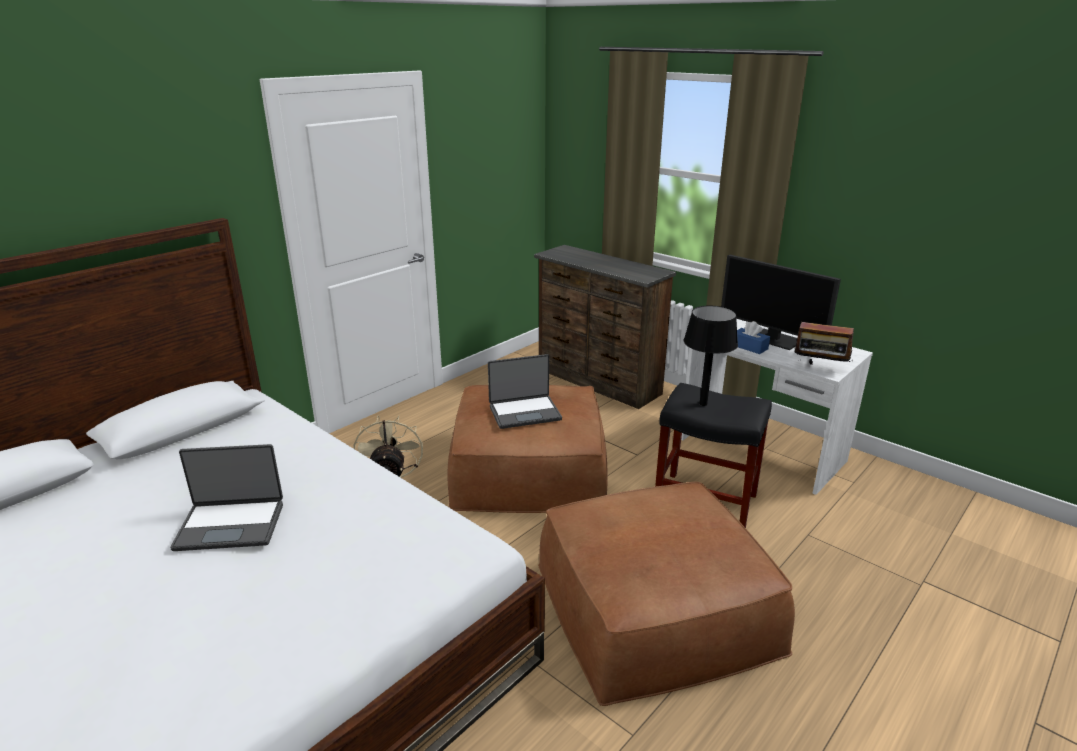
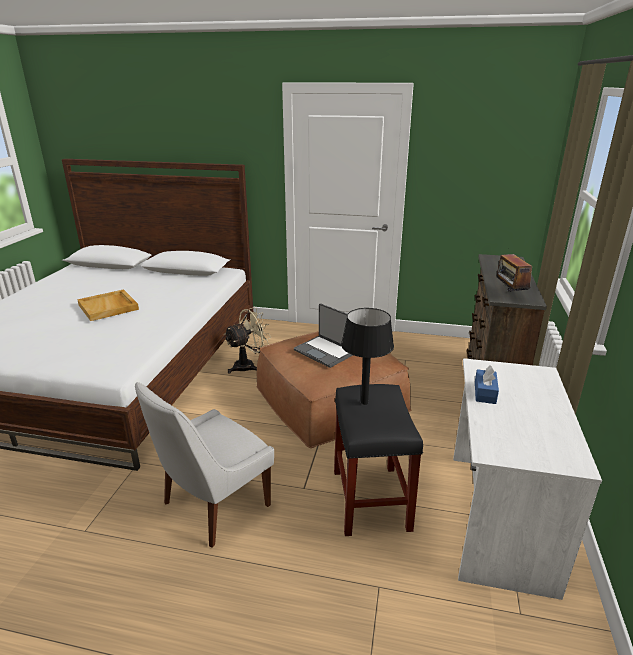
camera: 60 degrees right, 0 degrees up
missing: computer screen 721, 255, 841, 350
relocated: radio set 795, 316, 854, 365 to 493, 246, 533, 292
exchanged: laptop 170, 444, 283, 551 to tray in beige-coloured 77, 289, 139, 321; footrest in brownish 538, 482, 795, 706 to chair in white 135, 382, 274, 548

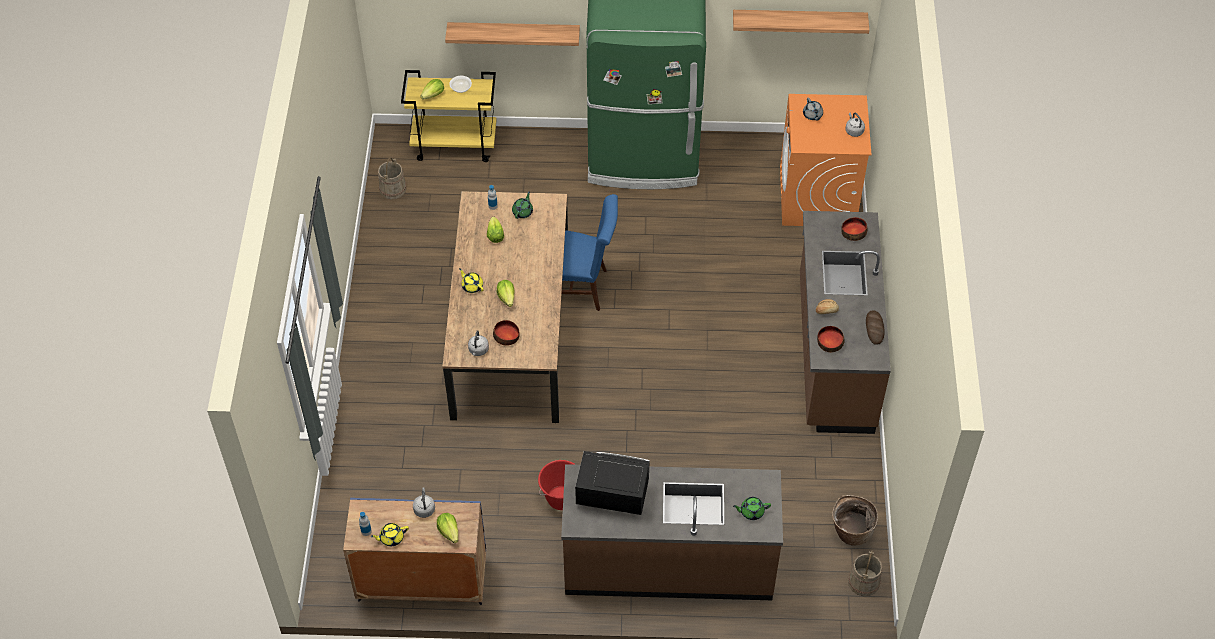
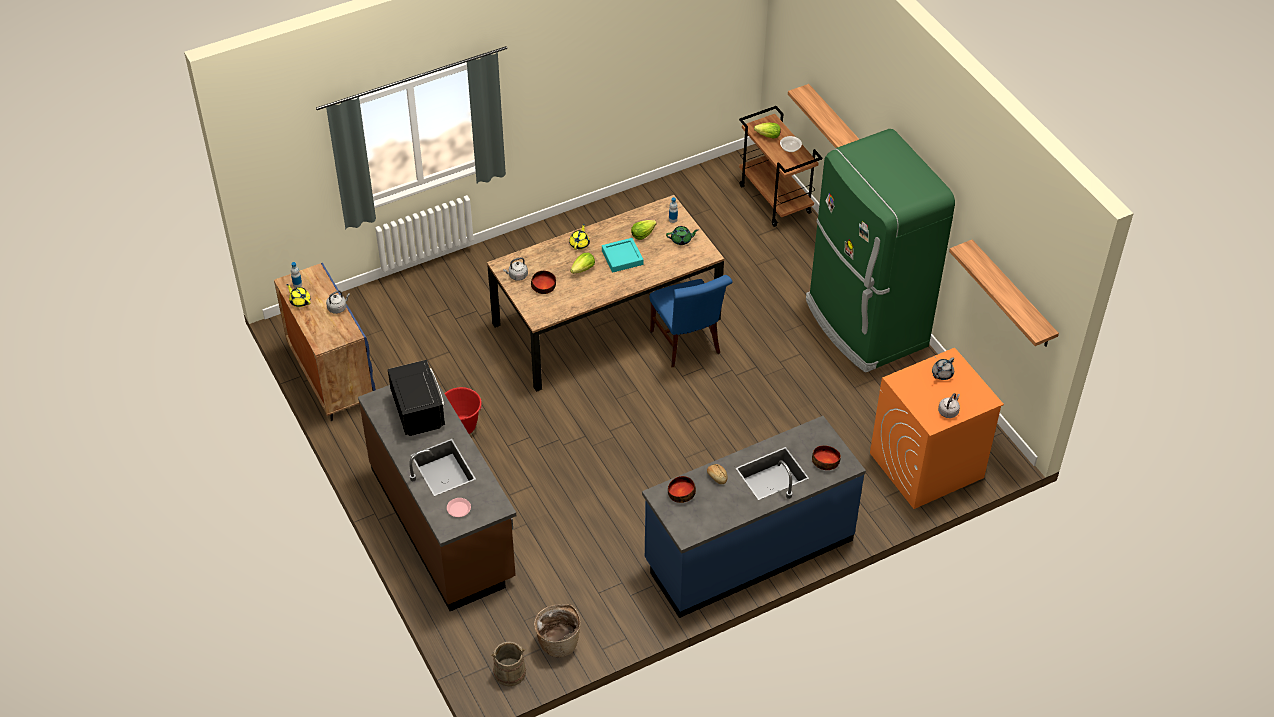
camera: 60 degrees right, 5 degrees down
missing: pail in beige-coloured 378, 157, 406, 199; head of lettuce 437, 513, 458, 543; baked bread 866, 310, 885, 345
appeared: tray in turquoise-coloured 602, 238, 643, 272
exchanged: teapot in greenish 733, 497, 771, 520 to dinner plate in pink-coloured 447, 498, 471, 517
colour: kitchen base unit in brownish 800, 211, 891, 434 to kitchen base unit in blue 642, 416, 866, 618; wheeled cart in yellow-coloured 401, 70, 497, 162 to wheeled cart in brownish 739, 106, 822, 227

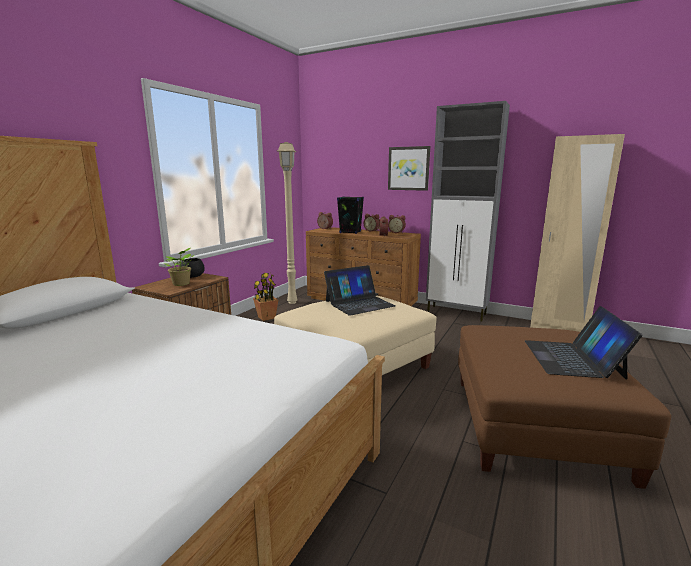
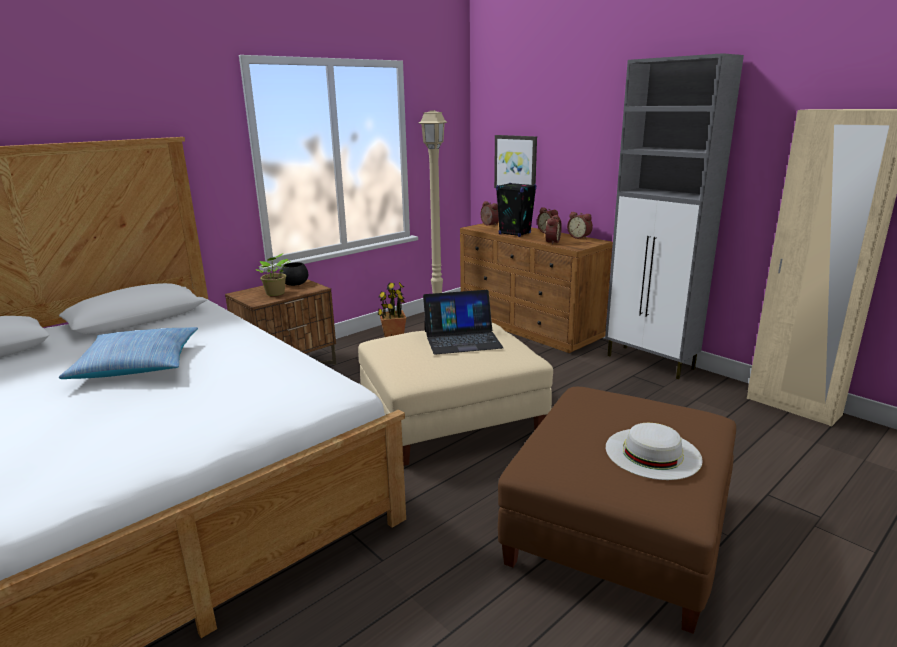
camera: 20 degrees right, 5 degrees up
appeared: cushion 59, 327, 198, 379
relocated: wall picture 388, 146, 430, 191 to 494, 135, 537, 188
exchanged: laptop 525, 306, 643, 380 to clothing hat in white 606, 423, 703, 480

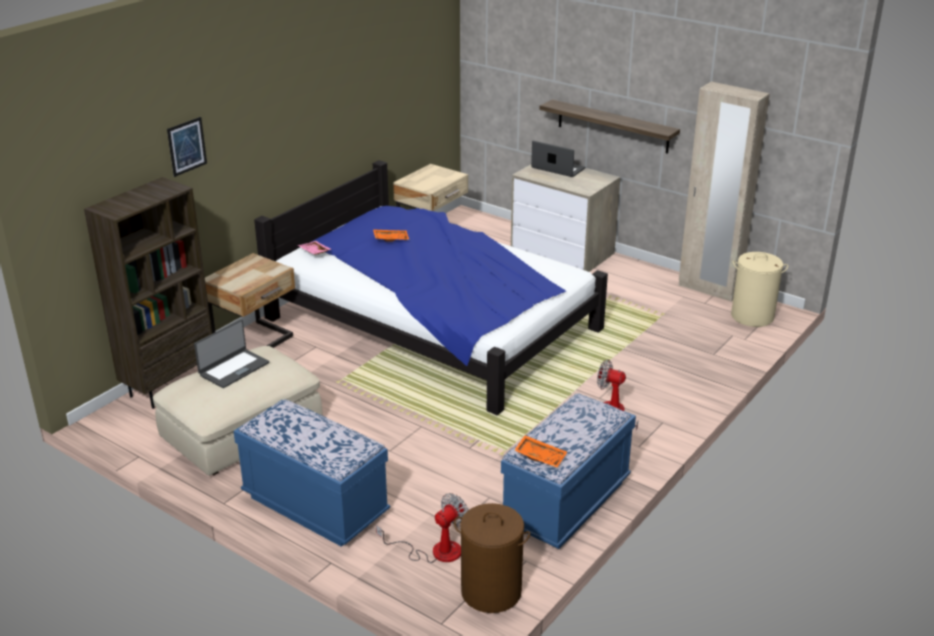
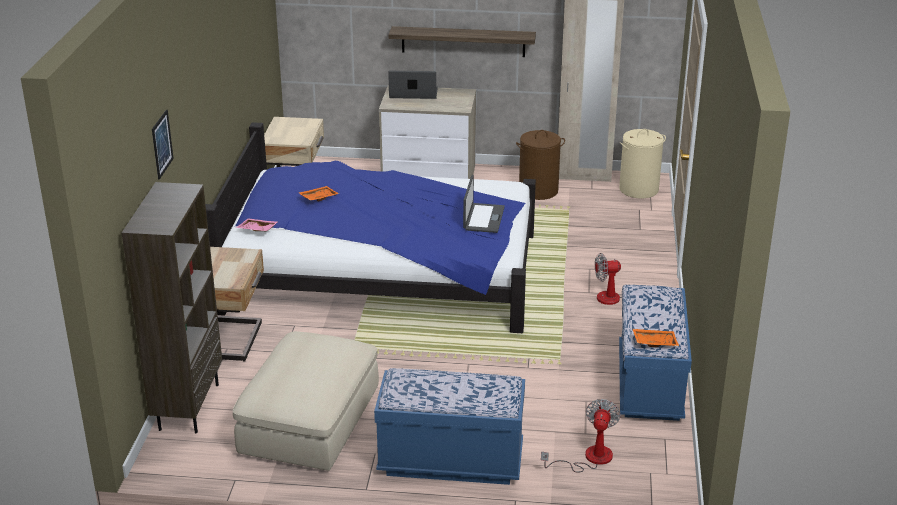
camera: 30 degrees left, 0 degrees up
relocated: laptop 194, 319, 269, 388 to 463, 175, 505, 233; hamper in brownish 454, 503, 530, 613 to 516, 130, 565, 200

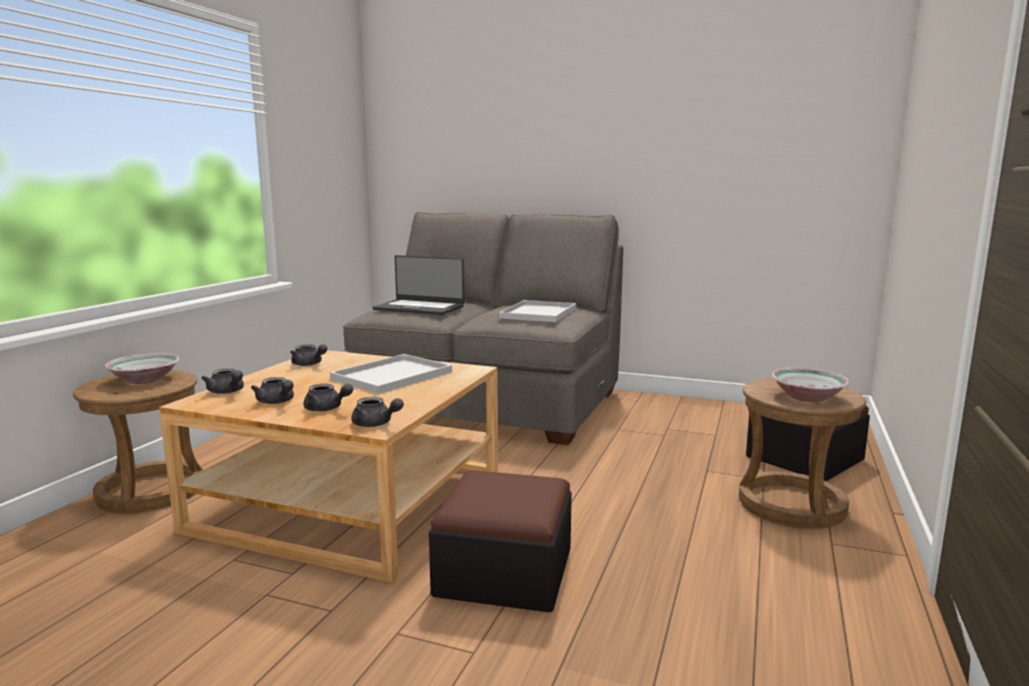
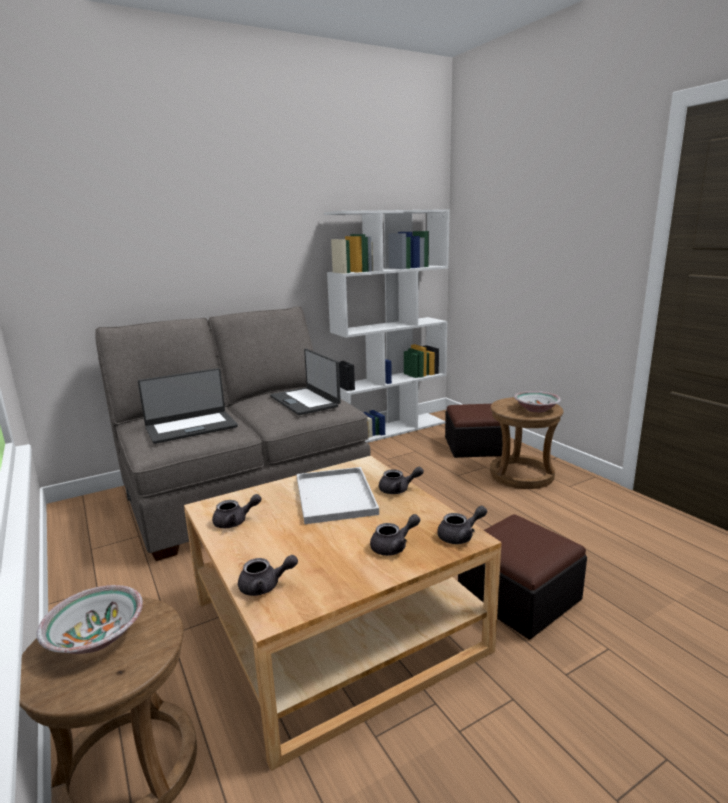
camera: 50 degrees left, 5 degrees up
appeared: bookshelf in white 324, 209, 450, 443
relocated: teapot in greyish 251, 377, 294, 404 to 379, 467, 424, 494
exchanged: tray in white 499, 300, 576, 322 to laptop 270, 349, 341, 415

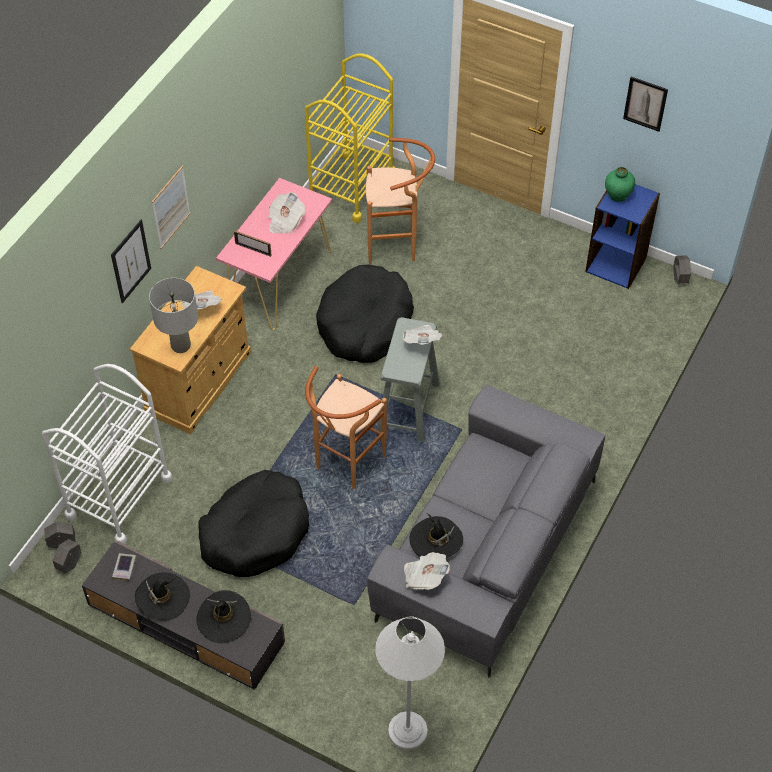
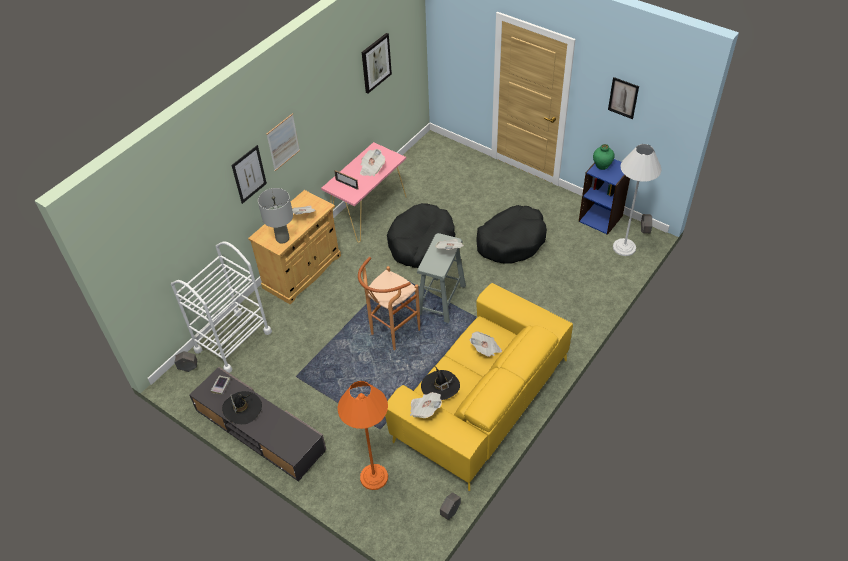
camera: 10 degrees right, 5 degrees down
missing: clothing hat in black 196, 590, 251, 643; wheeled cart in yellow-coloured 305, 53, 395, 223; stool seat in brownish 366, 138, 435, 265
appeared: floor lamp in orange-coloured 338, 381, 388, 490; wall picture 362, 33, 392, 94; printed paper 469, 331, 502, 357
relocated: flower pot in greyish 52, 539, 82, 574 to 440, 492, 461, 520; dog cushion in black 198, 470, 309, 577 to 476, 205, 547, 264; floor lamp in white 375, 616, 445, 749 to 613, 144, 662, 256
colour: settee in greyish 367, 385, 605, 677 to settee in yellow-coloured 385, 283, 573, 491

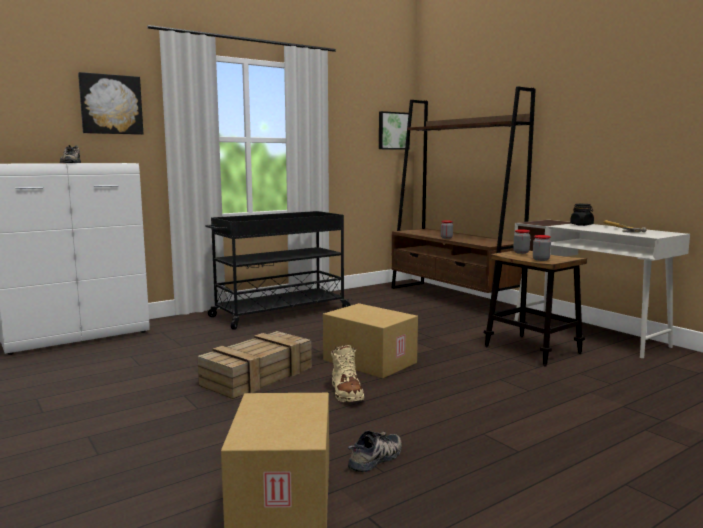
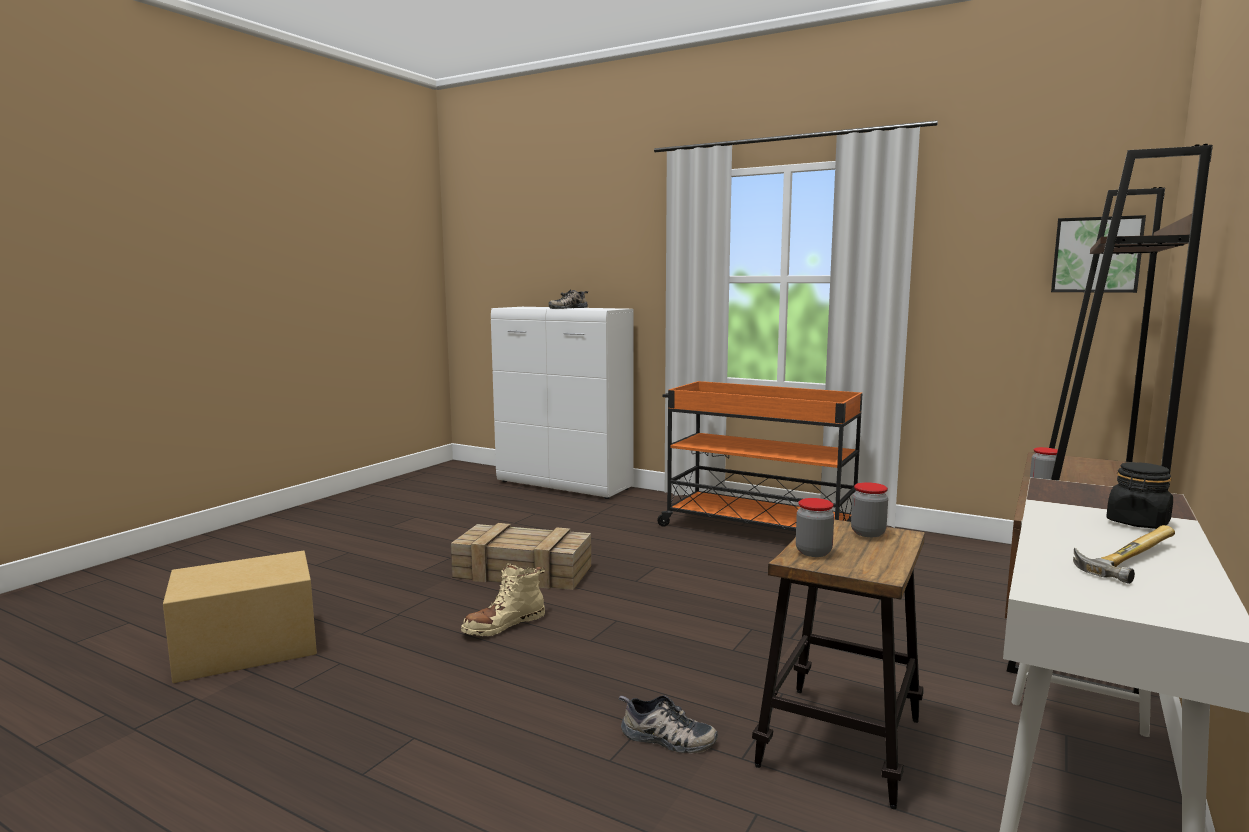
camera: 65 degrees right, 0 degrees up
missing: wall picture 78, 72, 144, 135; packing box 323, 303, 418, 378
relocated: shoe 348, 430, 402, 472 to 618, 695, 718, 753
colour: wheeled cart in black 205, 211, 352, 330 to wheeled cart in orange-coloured 657, 381, 863, 531

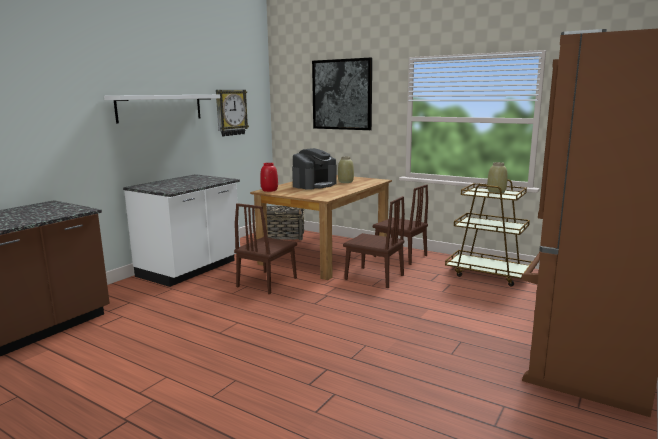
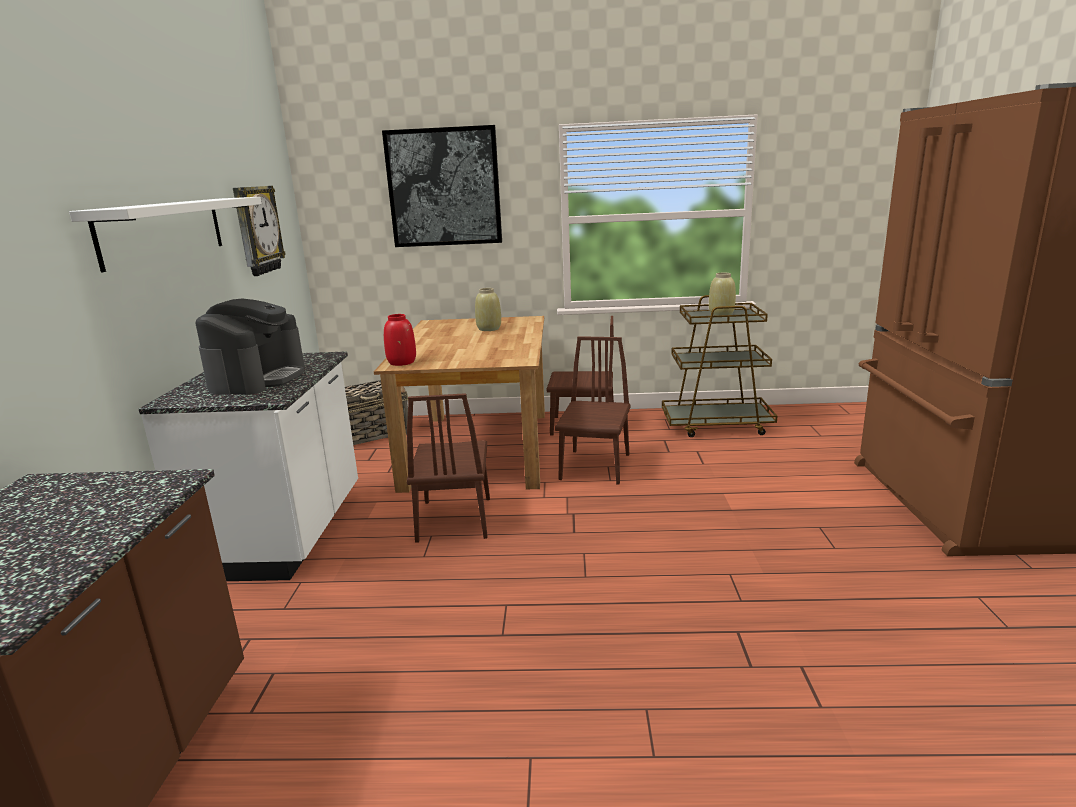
camera: 30 degrees left, 5 degrees up
relocated: coffee brewer 292, 148, 337, 190 to 196, 298, 305, 395
spun: chair in brownish 343, 196, 405, 288 = 555, 336, 630, 485 75 degrees counterclockwise

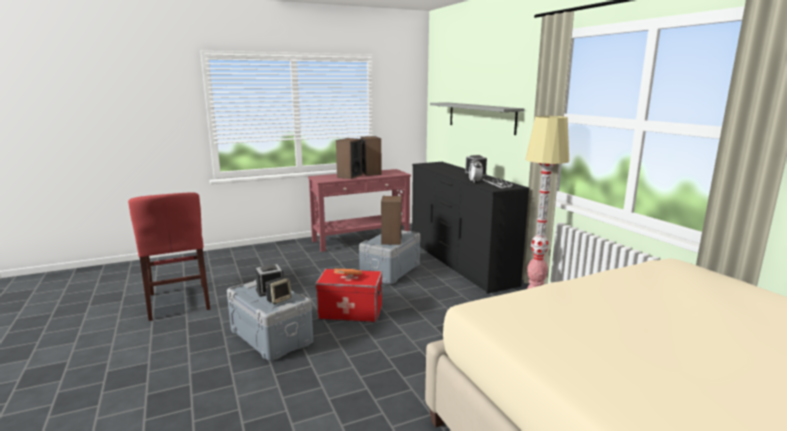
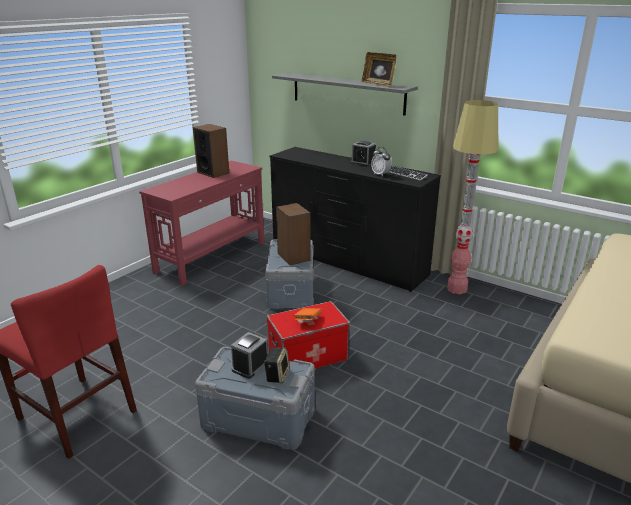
camera: 30 degrees left, 10 degrees up
missing: audio speaker 336, 138, 362, 179
appeared: photo frame 362, 52, 396, 87

